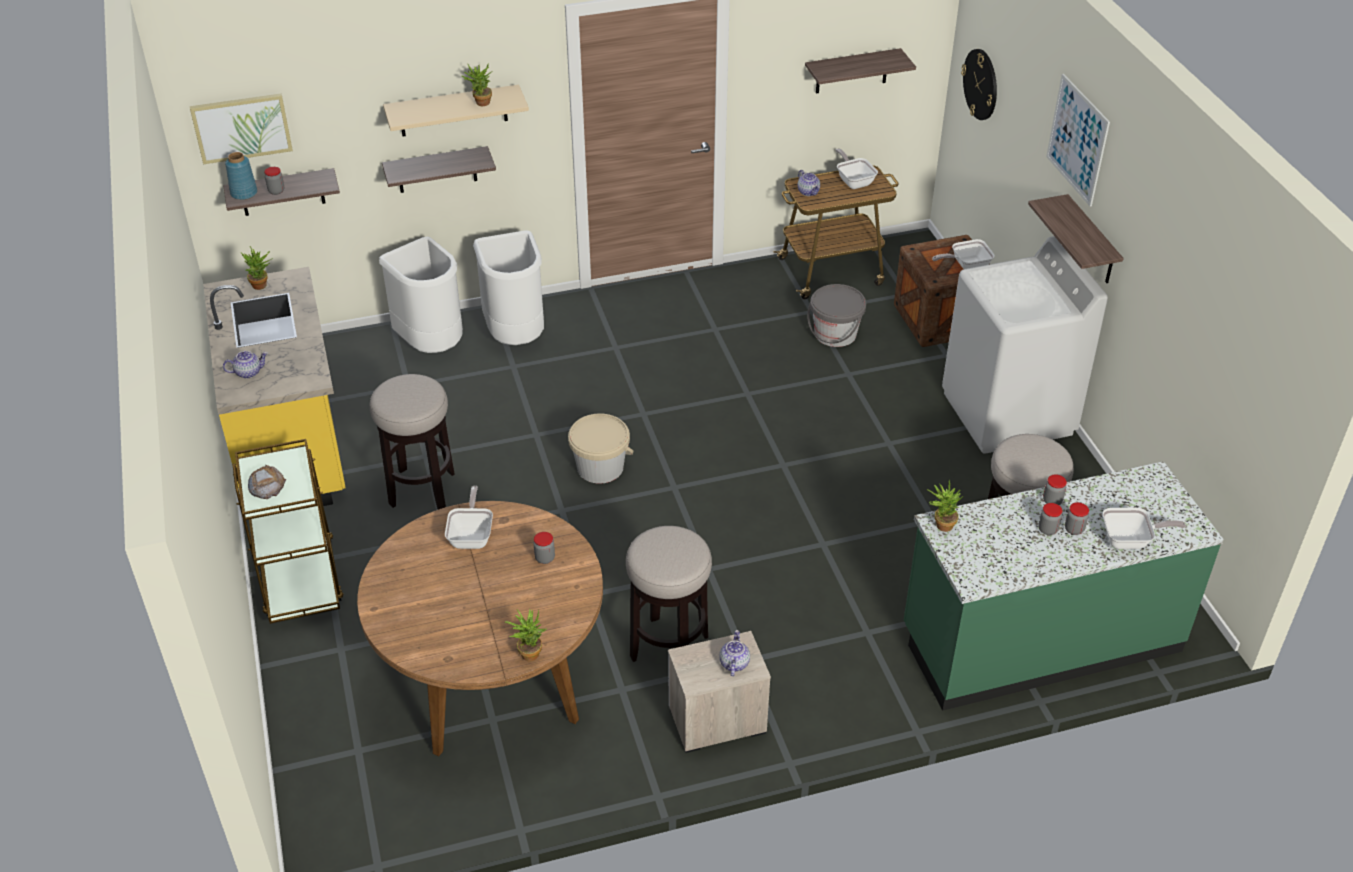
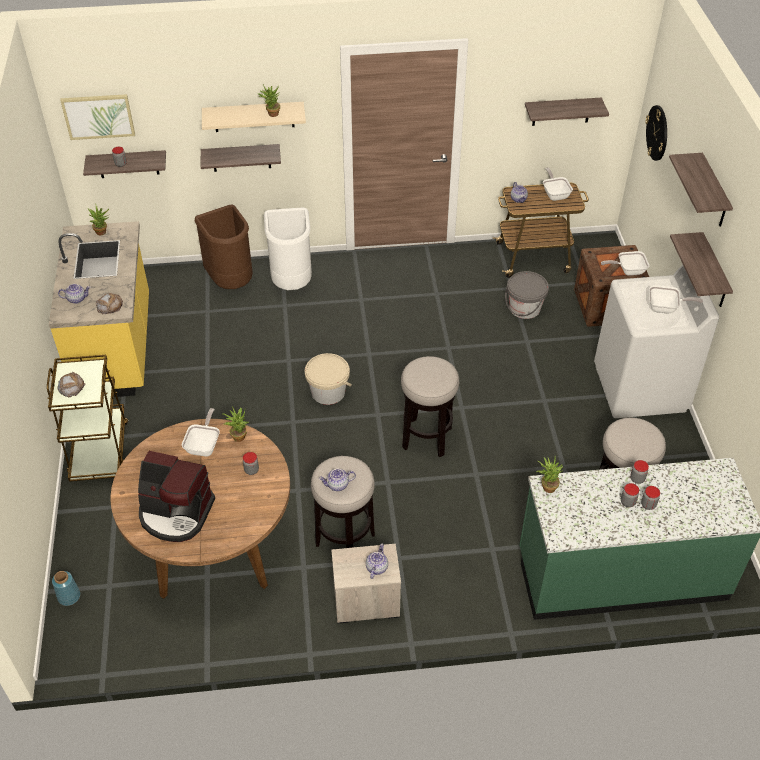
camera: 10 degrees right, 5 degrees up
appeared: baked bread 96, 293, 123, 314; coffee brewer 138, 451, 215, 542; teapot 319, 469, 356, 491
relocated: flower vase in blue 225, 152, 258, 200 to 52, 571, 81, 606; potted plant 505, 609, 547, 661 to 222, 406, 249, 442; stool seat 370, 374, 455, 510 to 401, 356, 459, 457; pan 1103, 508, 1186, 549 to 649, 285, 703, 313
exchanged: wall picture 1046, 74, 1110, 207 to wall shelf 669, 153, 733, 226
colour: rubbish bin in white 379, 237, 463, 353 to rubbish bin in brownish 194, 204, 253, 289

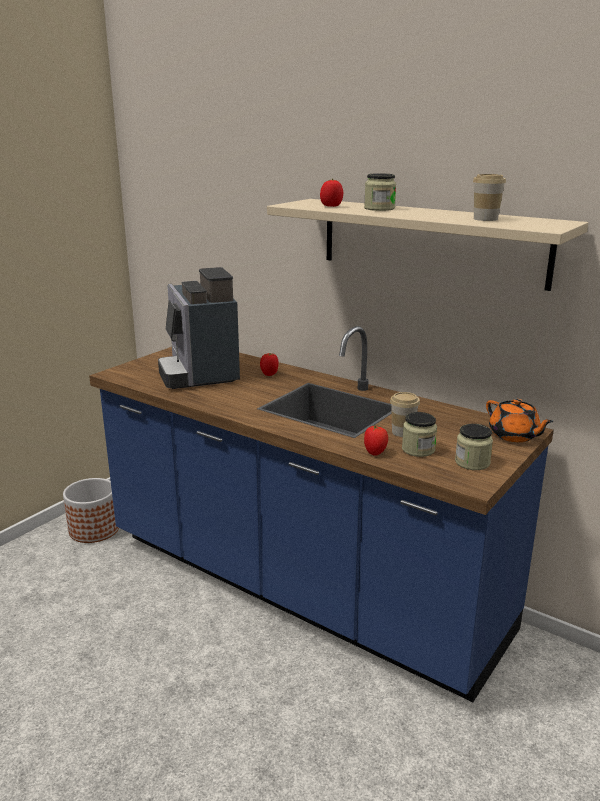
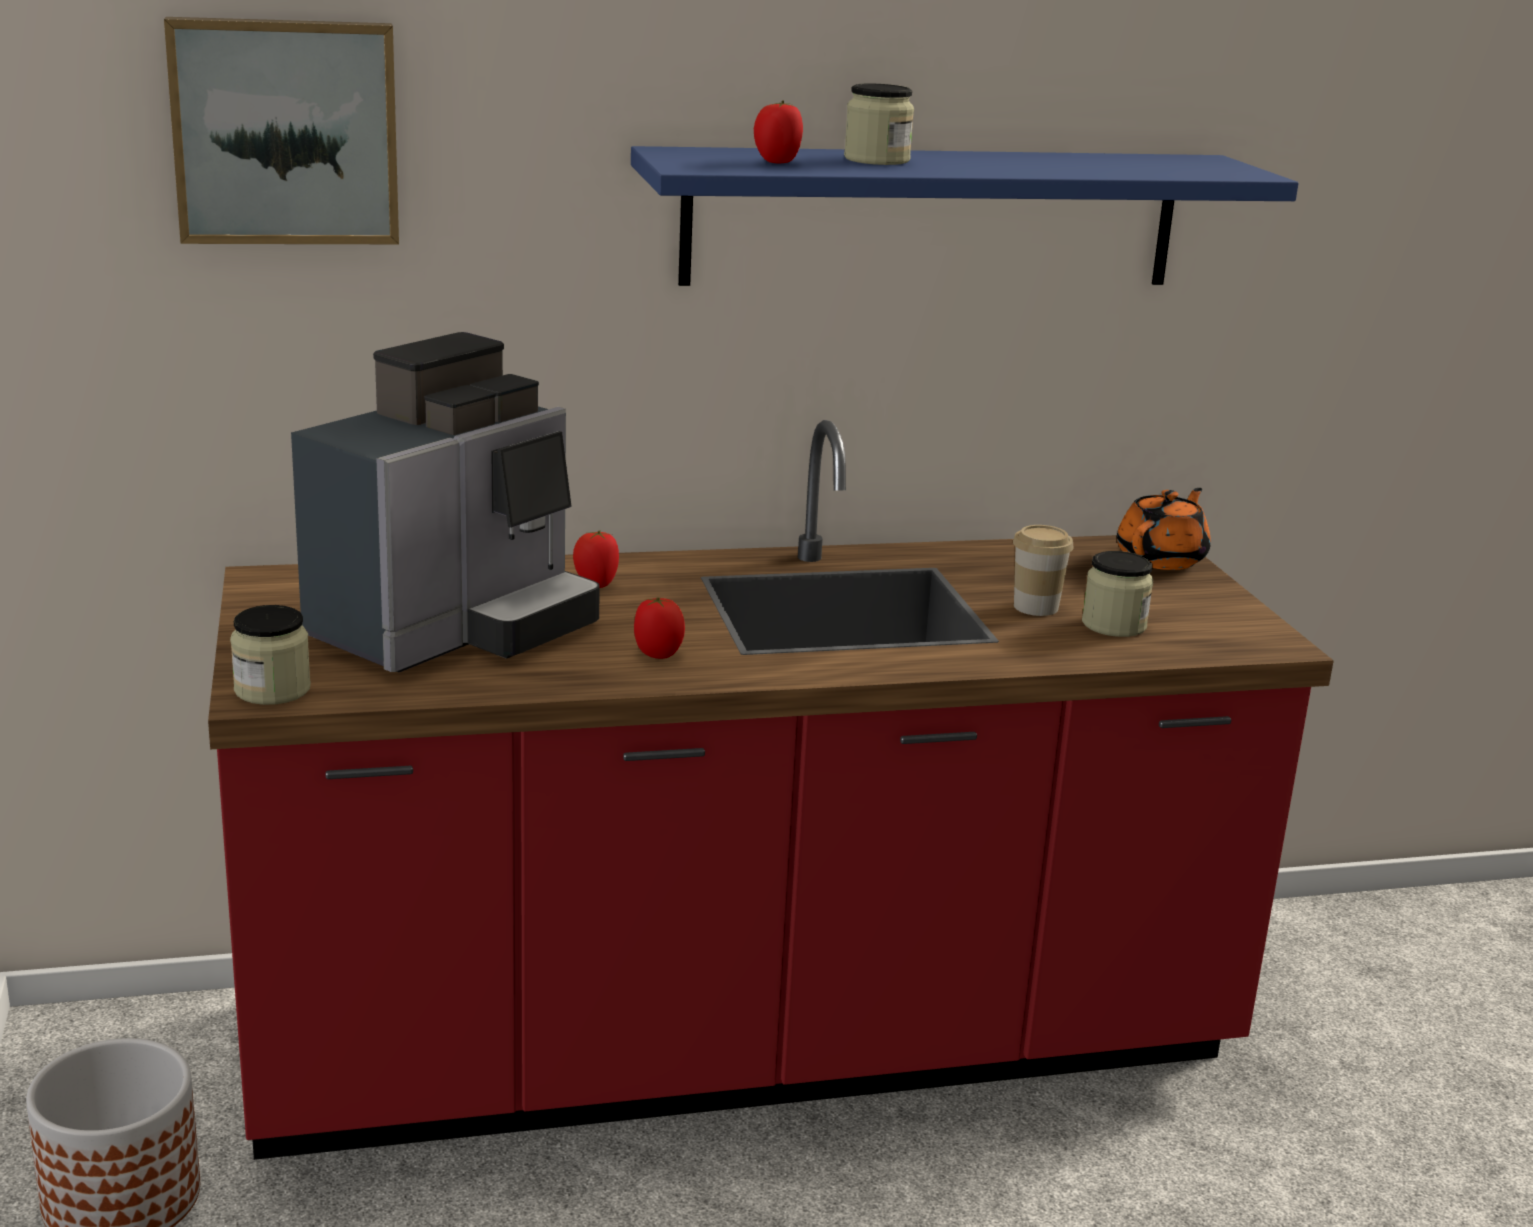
camera: 50 degrees left, 0 degrees up
missing: drinking cup 473, 174, 506, 221
appeared: wall picture 164, 17, 399, 244
relocated: storage jar 455, 424, 493, 470 to 230, 605, 311, 705; fresh tomato 364, 425, 388, 456 to 634, 597, 685, 659
colour: kitchen base unit in blue 89, 326, 554, 702 to kitchen base unit in red-coloured 208, 420, 1334, 1160; wall shelf in beige-coloured 267, 199, 588, 291 to wall shelf in blue 631, 146, 1299, 286
spun: coffee brewer 158, 267, 240, 389 = 291, 332, 600, 672 75 degrees counterclockwise; teapot in orange-coloured 486, 399, 554, 442 = 1117, 488, 1211, 570 60 degrees counterclockwise

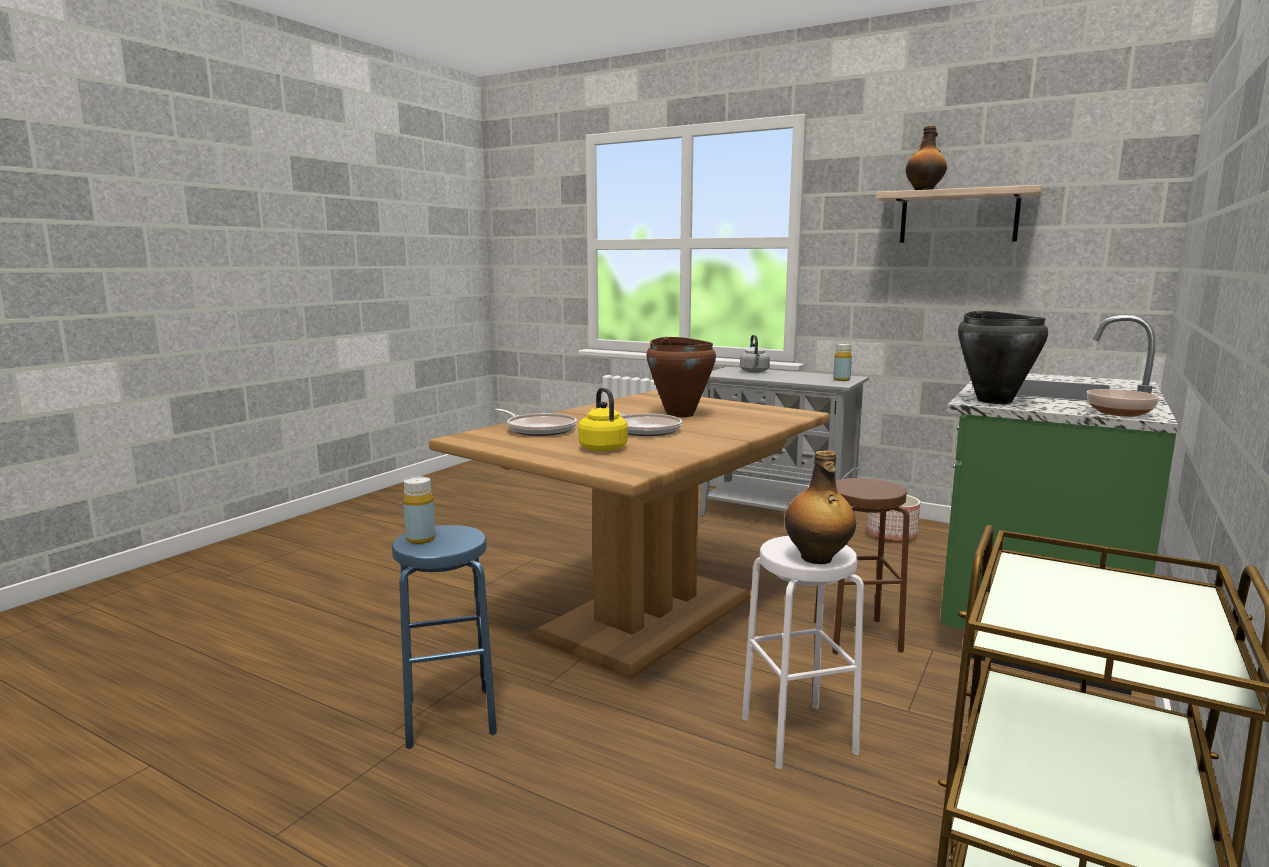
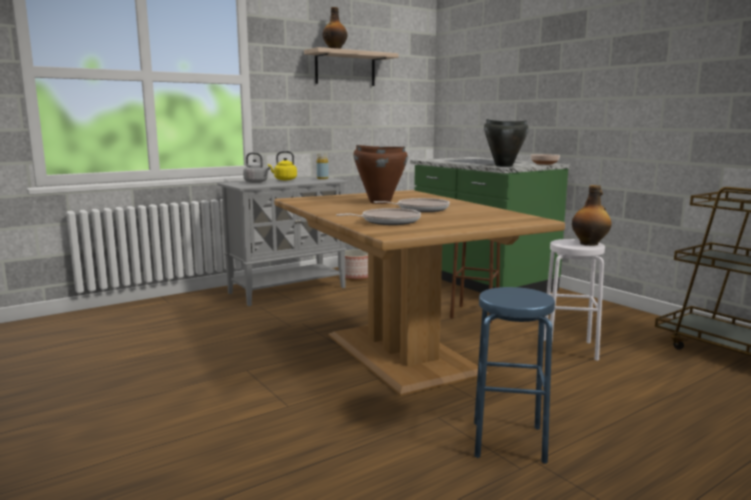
camera: 65 degrees left, 0 degrees up
missing: drink bottle in yellow-coloured 403, 477, 436, 544
relocated: tea kettle in yellow-coloured 578, 388, 628, 452 to 268, 151, 297, 180

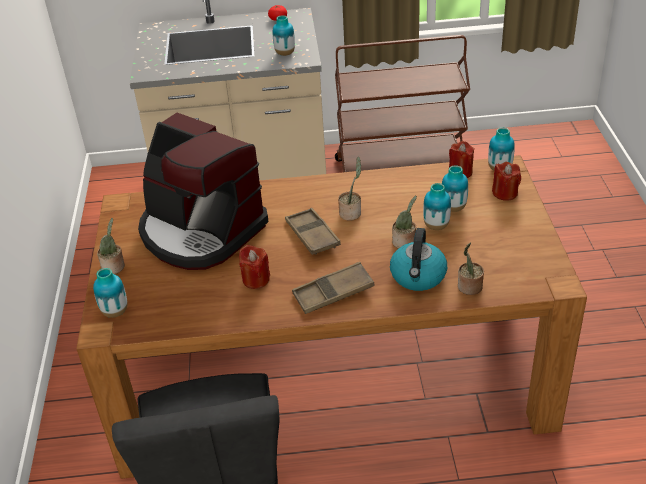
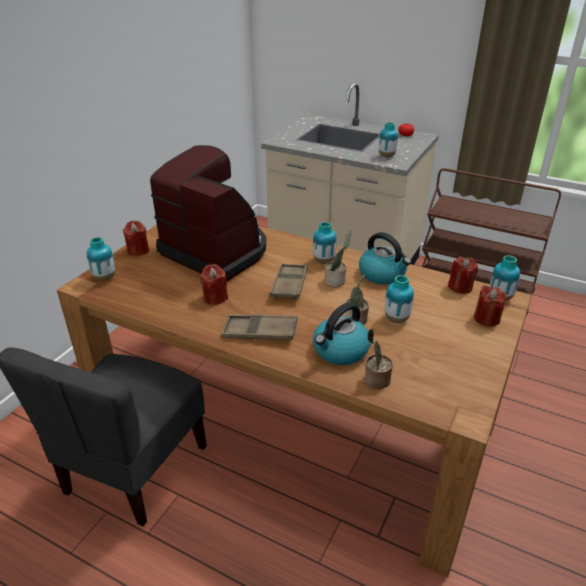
camera: 30 degrees right, 5 degrees down
appeared: tea kettle 359, 232, 411, 284
relocated: flower vase 442, 165, 468, 212 to 313, 222, 337, 264
exchanged: potted plant 97, 218, 125, 274 to candle in red-coloured 123, 221, 149, 256
spun: coffee brewer 138, 113, 269, 270 = 150, 145, 266, 281 150 degrees clockwise

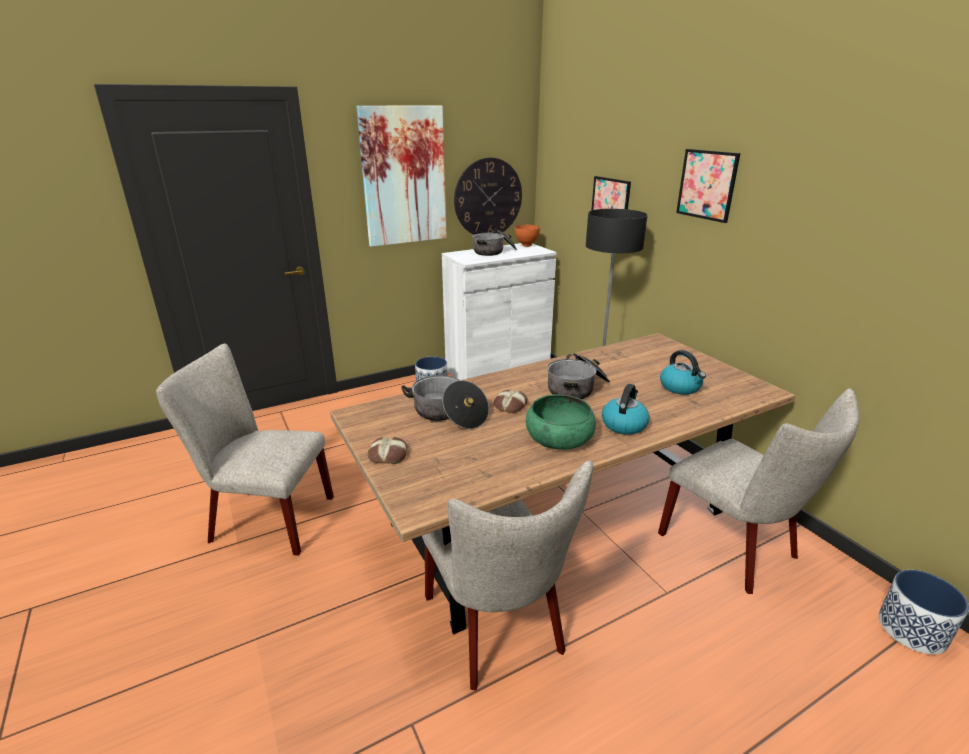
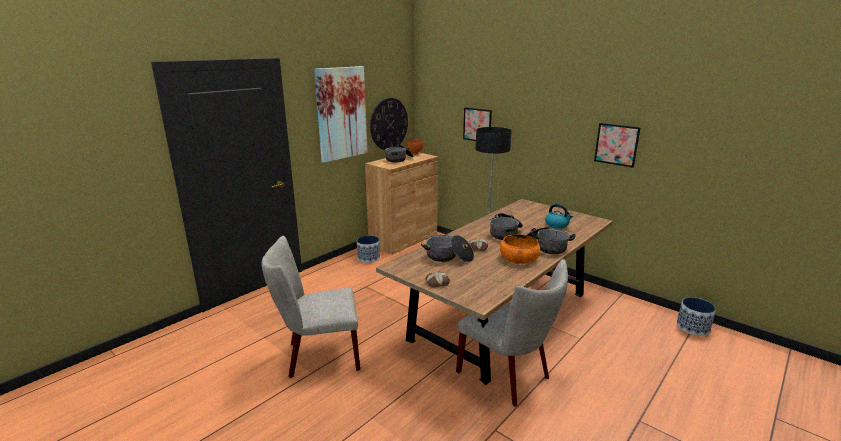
camera: 20 degrees left, 5 degrees down
missing: chair in beige-coloured 658, 388, 859, 594
relocated: wall picture 676, 149, 741, 223 to 594, 123, 641, 167
exchanged: tea kettle 602, 384, 650, 435 to cooking pot 526, 227, 576, 254
colour: cupboard in white 442, 243, 557, 380 to cupboard in brownish 365, 152, 438, 255; serving bowl in greenish 526, 394, 596, 450 to serving bowl in orange-coloured 500, 234, 540, 264

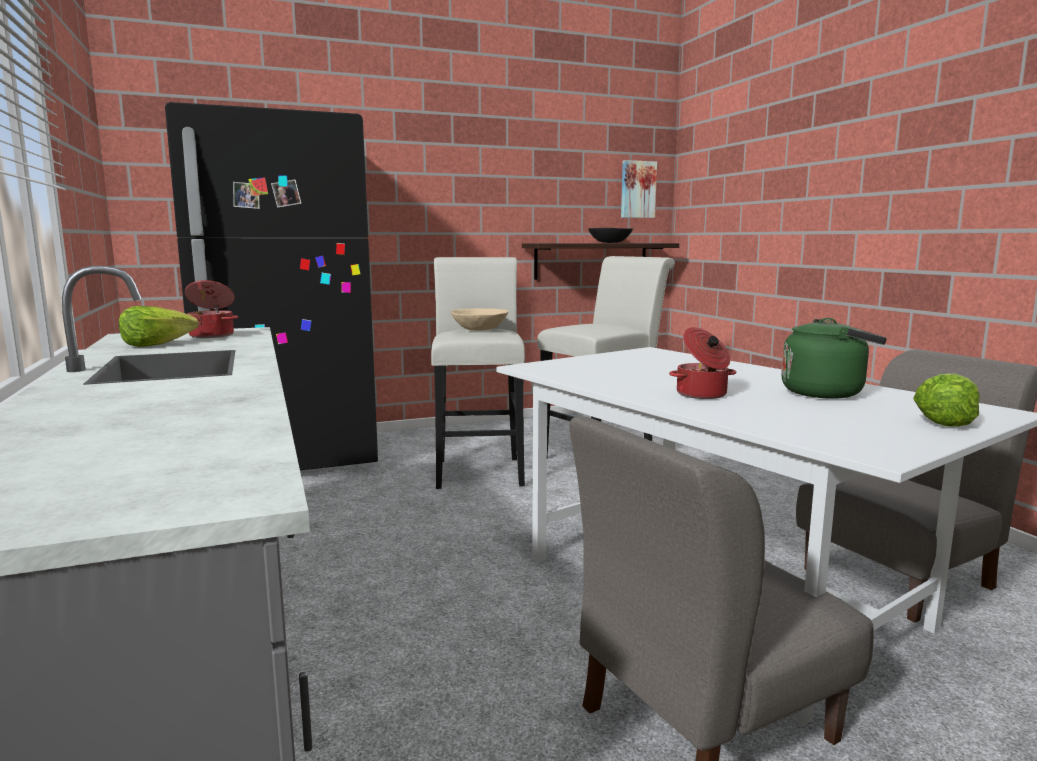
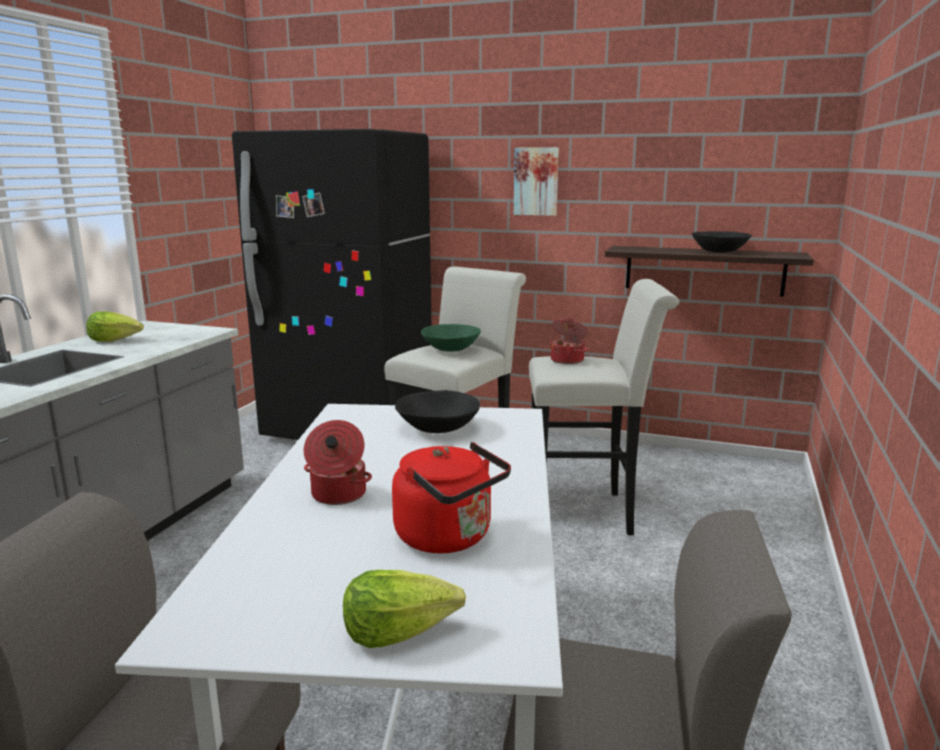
camera: 40 degrees right, 5 degrees up
appeared: serving bowl in black 395, 390, 480, 433
relocated: wall picture 621, 160, 657, 218 to 514, 147, 559, 216; cooking pot 185, 280, 238, 338 to 549, 319, 588, 364
colour: tea kettle in greenish 781, 318, 887, 399 to tea kettle in red-coloured 392, 442, 511, 553; serving bowl in beige-coloured 451, 308, 509, 331 to serving bowl in greenish 421, 324, 481, 351

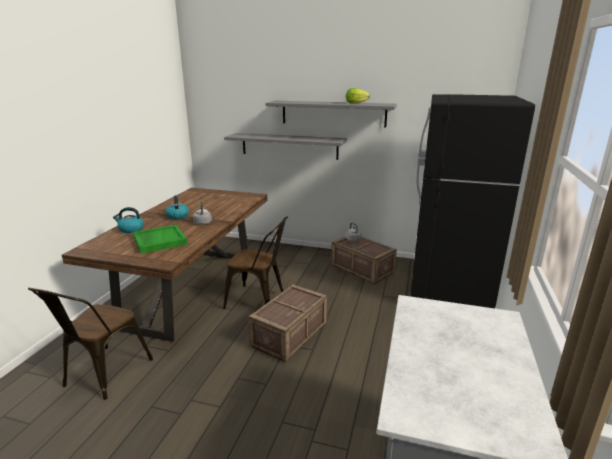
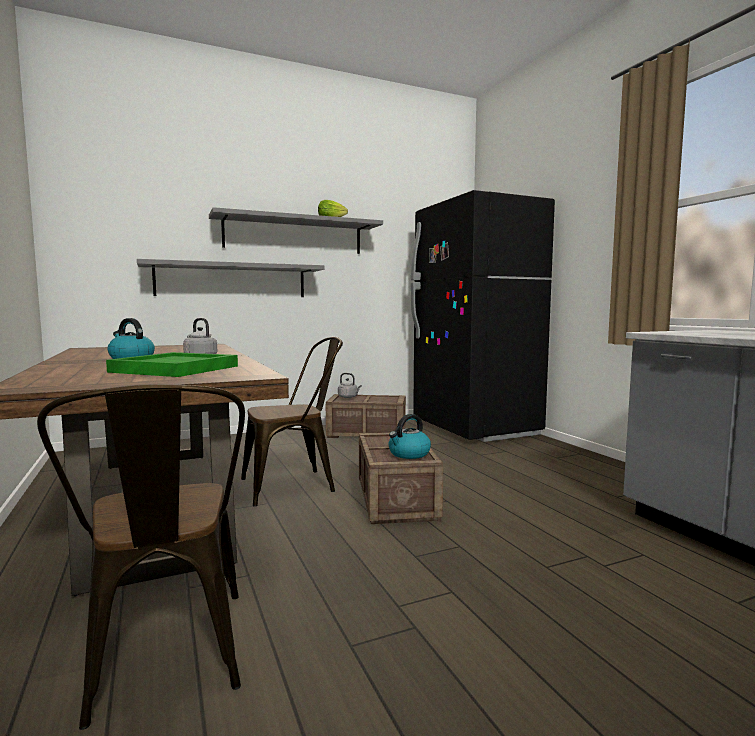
camera: 40 degrees left, 15 degrees down
relocated: tea kettle 113, 207, 144, 233 to 388, 414, 431, 459

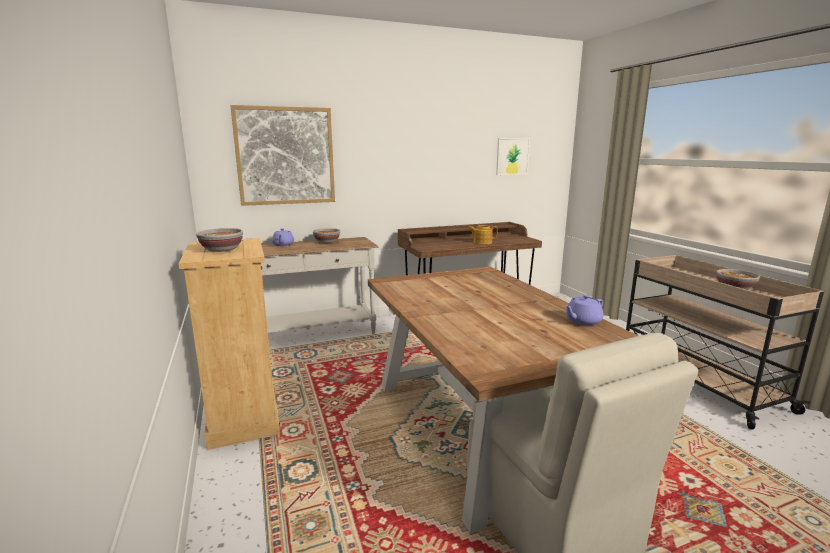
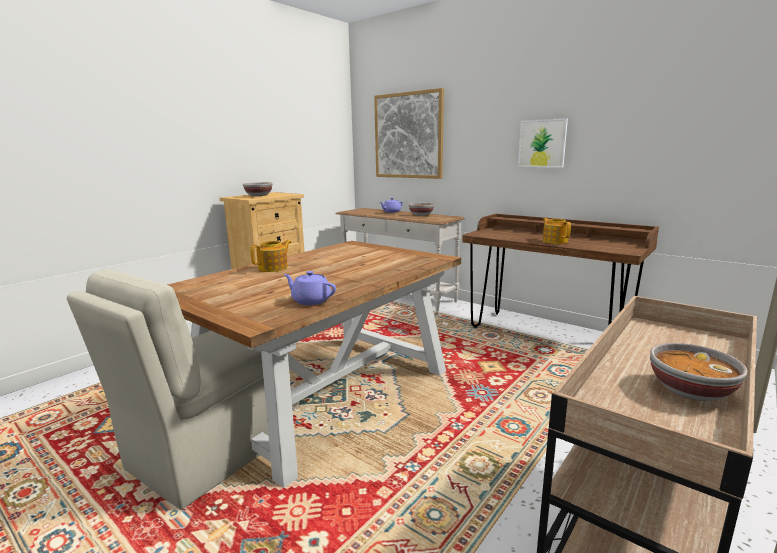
camera: 60 degrees right, 0 degrees up
appeared: teapot 250, 240, 292, 272
relocated: wall picture 496, 138, 530, 175 to 518, 118, 568, 168

